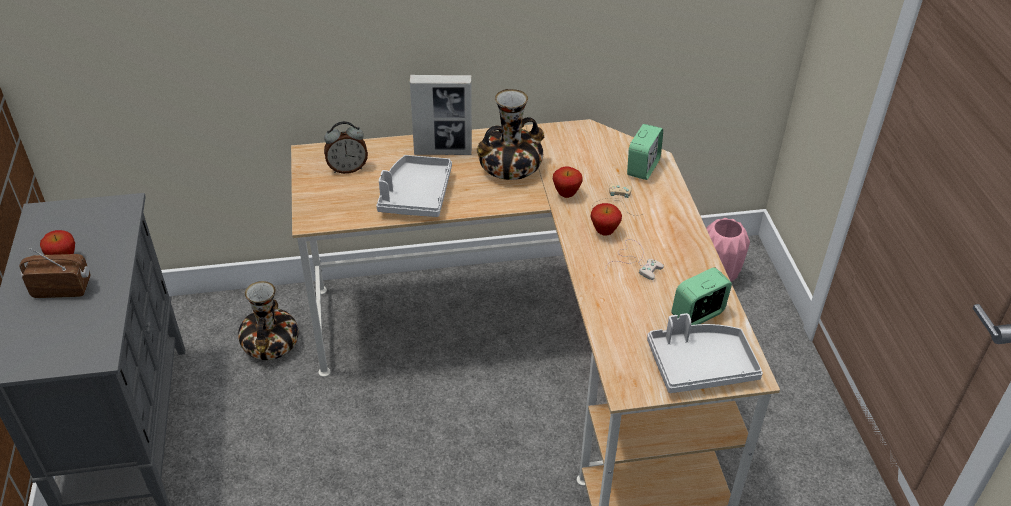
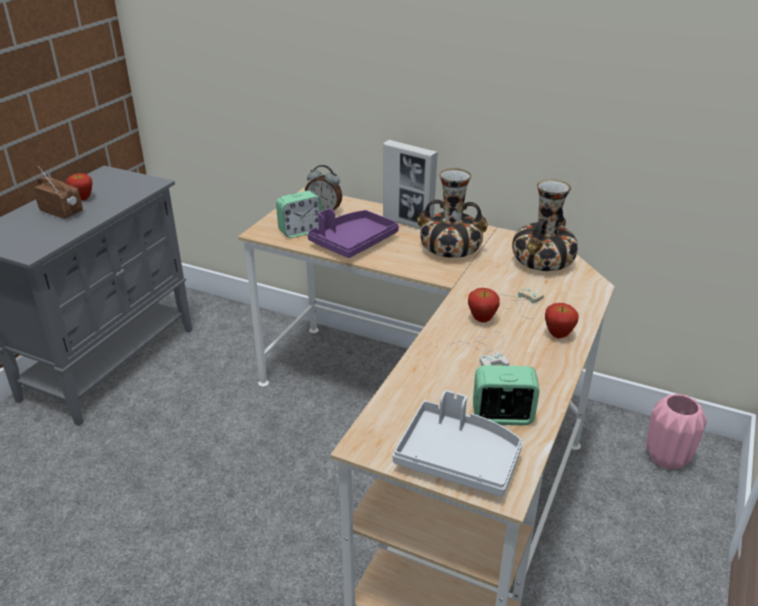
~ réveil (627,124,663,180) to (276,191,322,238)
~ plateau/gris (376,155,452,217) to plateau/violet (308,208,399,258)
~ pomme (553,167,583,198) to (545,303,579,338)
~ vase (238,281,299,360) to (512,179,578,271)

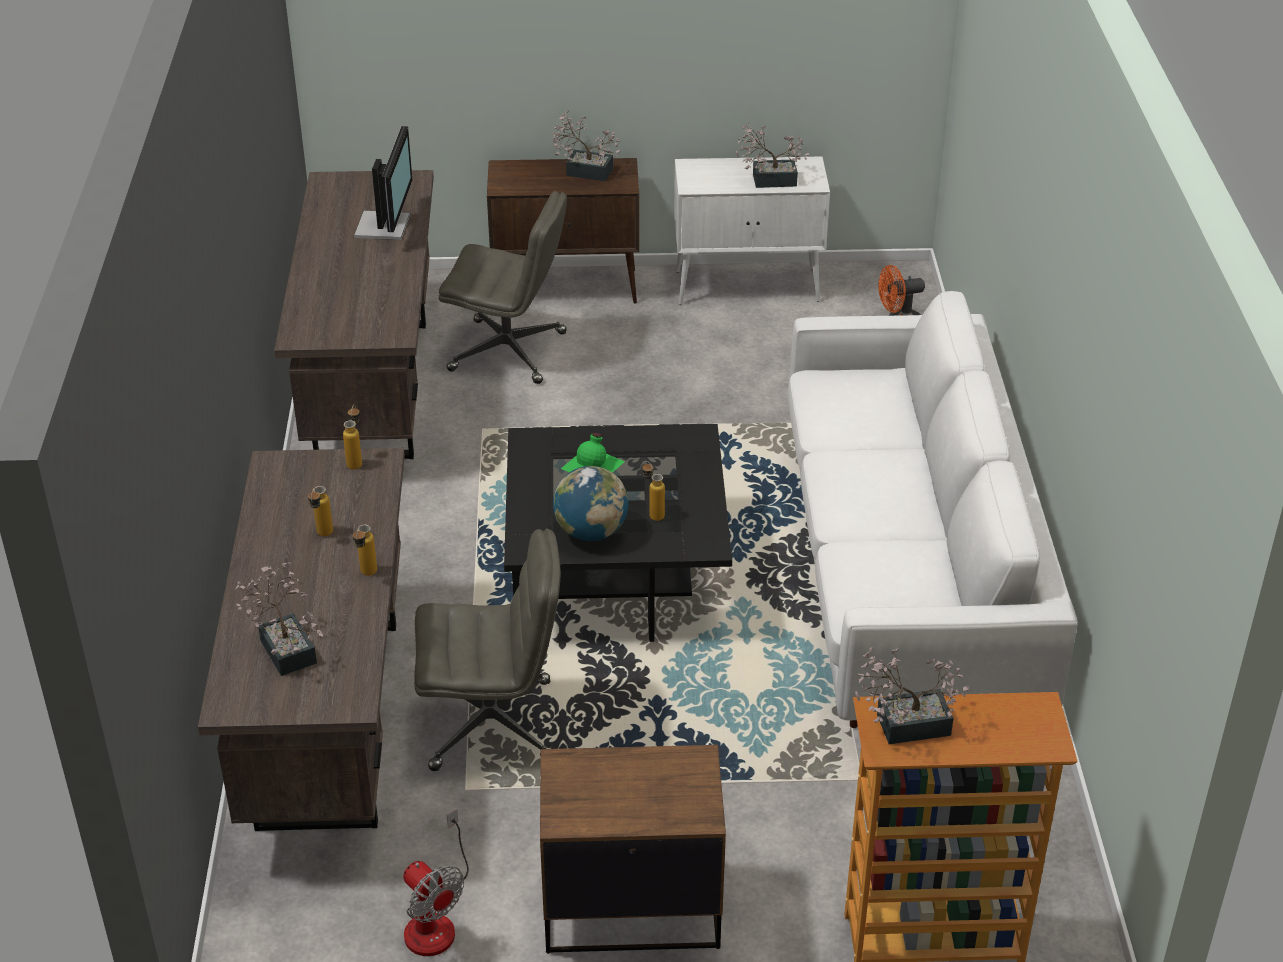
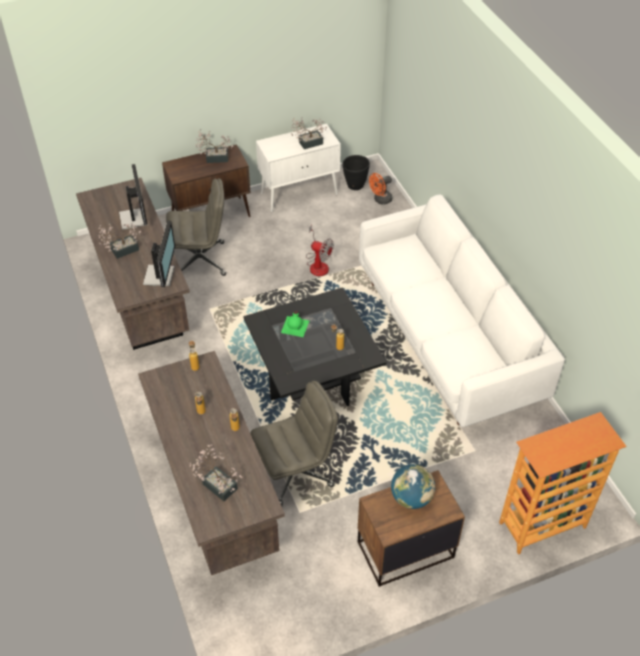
~ globe (553,466,628,541) to (391,464,435,509)
~ plante en pot (855,648,969,744) to (98,223,141,259)
~ ventilateur (403,809,469,956) to (306,225,334,276)
+ cache-pot/noir (342,155,370,190)
+ écran d'ordinateur (143,221,175,287)

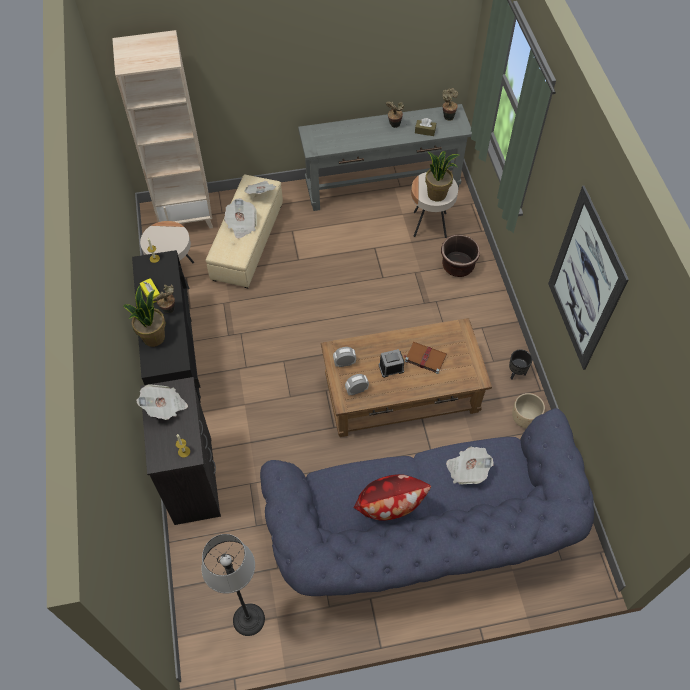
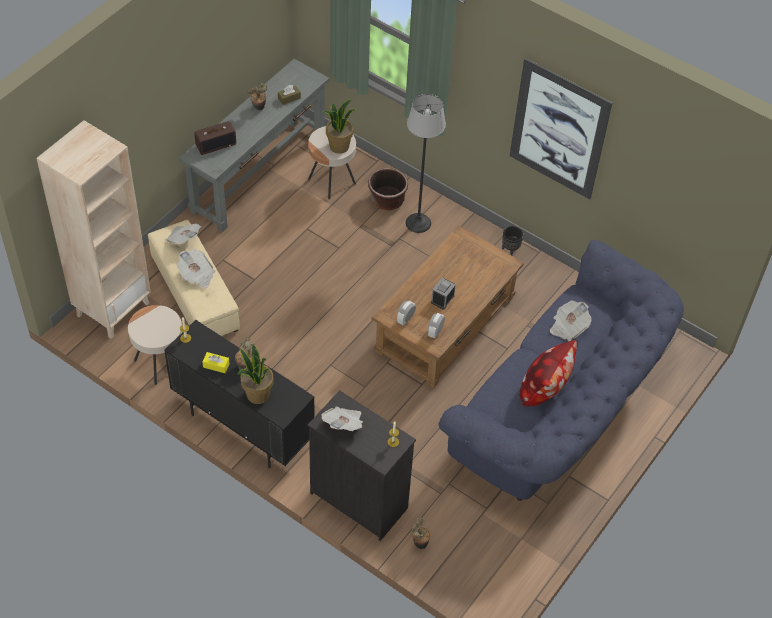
~ plante en pot (442,88,458,121) to (412,517,431,549)
- livre/marron (404,342,447,374)
- cache-pot/beige (512,393,545,428)
~ lampadaire (201,534,265,636) to (405,94,446,233)
+ radio (194,121,236,155)

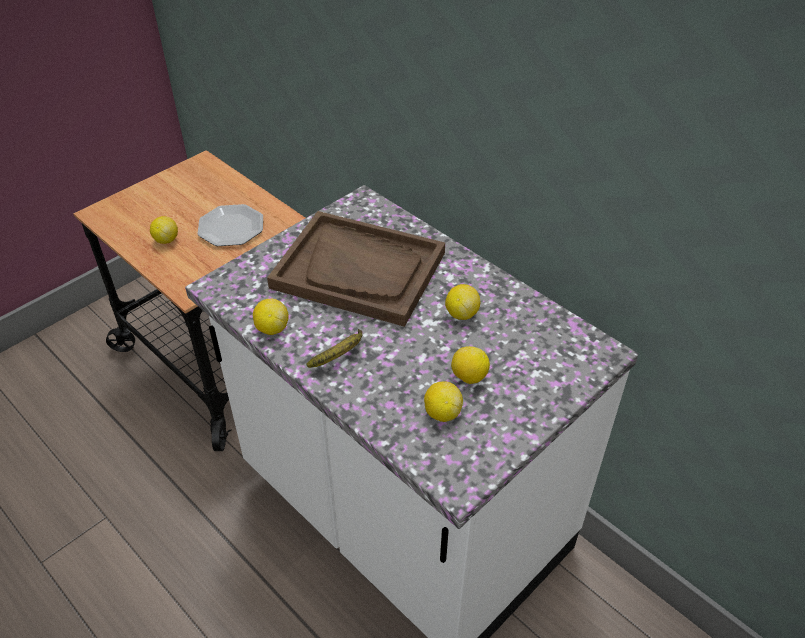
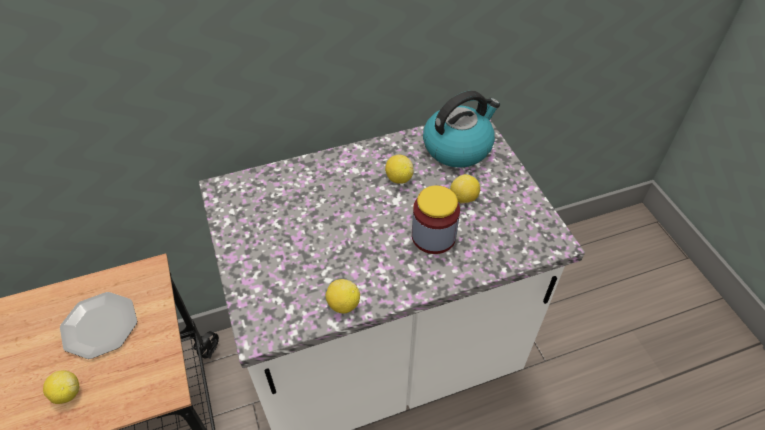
- plateau/marron (267,211,445,327)
- banane (306,329,362,368)
- citron (424,381,463,422)
+ bouilloire (423,91,500,168)
+ bocal (412,185,460,254)

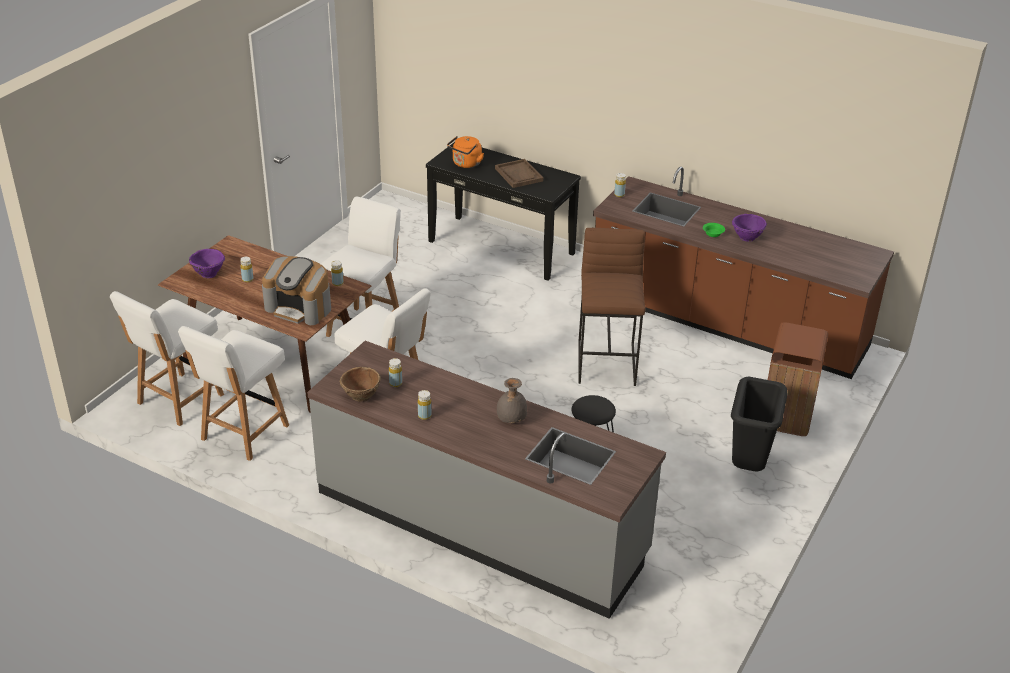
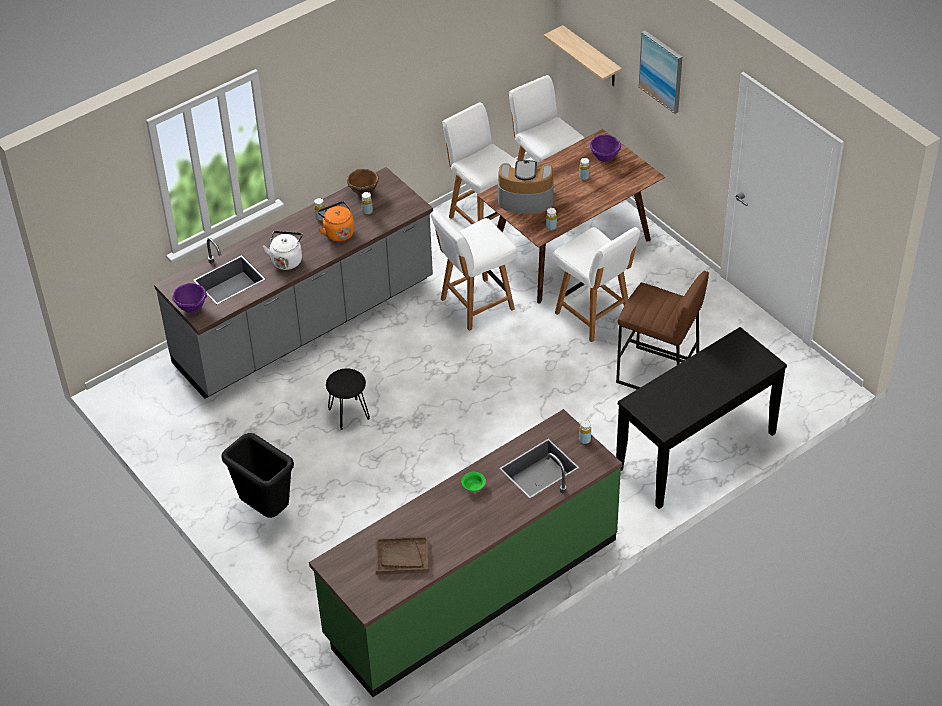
~ bouilloire/orange (447,136,484,168) to (318,201,355,242)
~ plateau/marron (495,159,543,188) to (375,536,429,575)
~ comptoir de cuisine/marron (593,167,894,379) to comptoir de cuisine/vert (309,409,622,697)
~ bol/violet (732,214,767,242) to (172,283,207,313)
~ tabouret/marron (579,228,646,386) to (616,271,709,389)
~ machine à café (262,256,331,325) = (498,160,554,214) 45 degrees clockwise
- poubelle/marron (768,322,828,436)
~ vase/gris (497,378,527,423) to bouilloire/blanc (263,231,303,270)
+ étagère (544,25,622,86)
+ tableau (638,30,682,114)

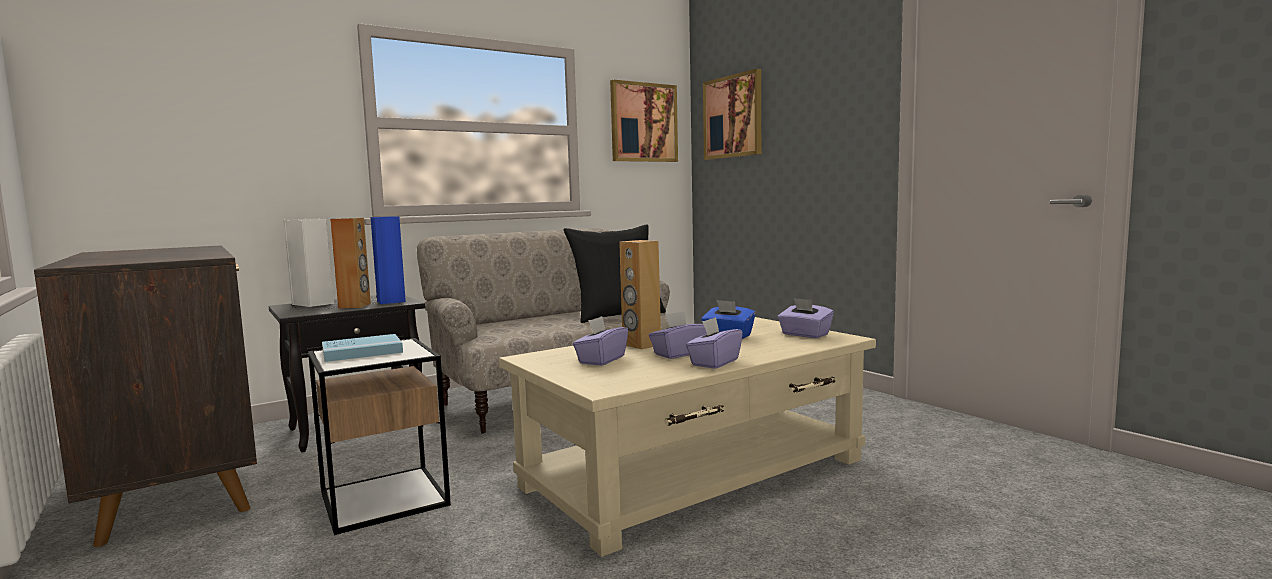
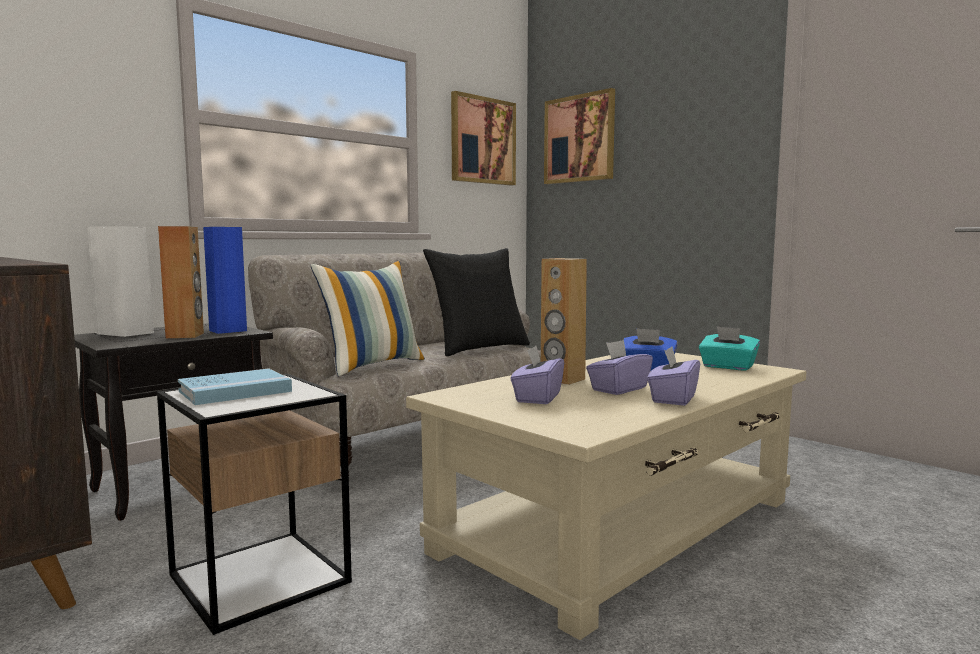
~ boîte à mouchoirs/violet (778,298,834,338) to boîte à mouchoirs/turquoise (699,326,760,370)
+ coussin (310,261,425,376)

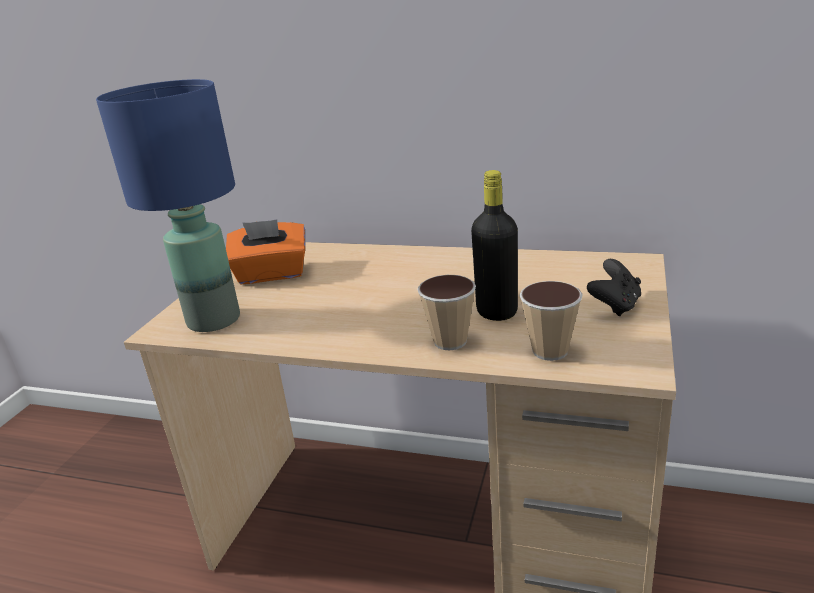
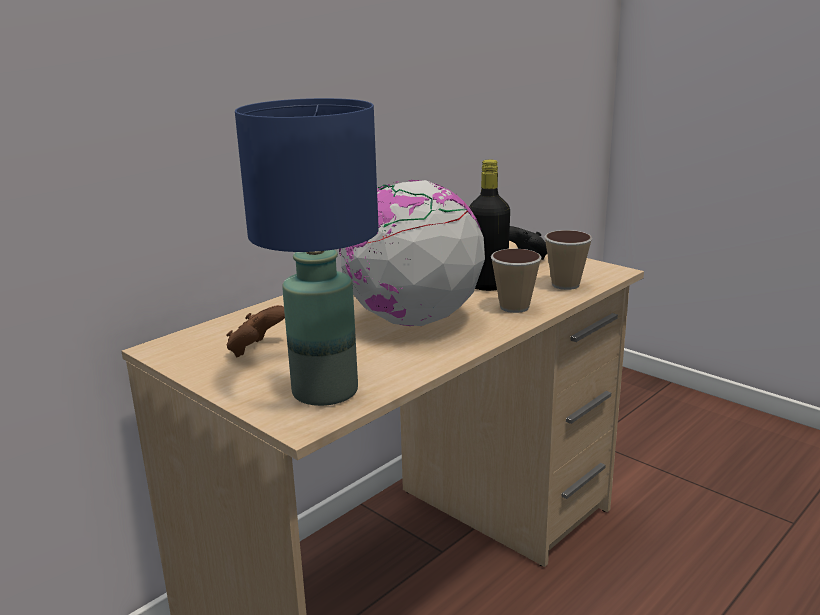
~ boîte à mouchoirs/orange (226,219,305,284) to manette/marron (226,305,285,357)
+ globe (339,180,485,326)

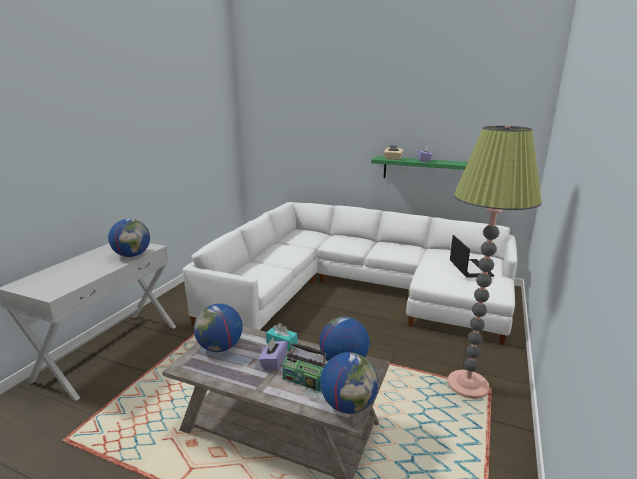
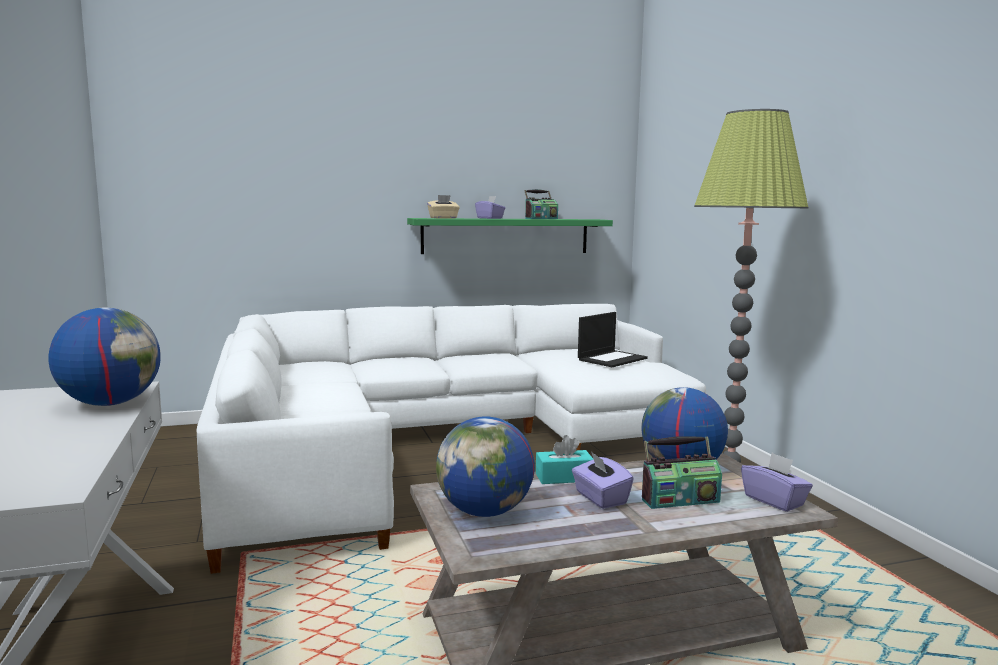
~ ordinateur portable (450,235,494,278) = (578,312,648,367) 90 degrees clockwise
~ globe (320,352,379,414) to boîte à mouchoirs/violet (741,453,813,512)
+ radio (524,189,558,219)

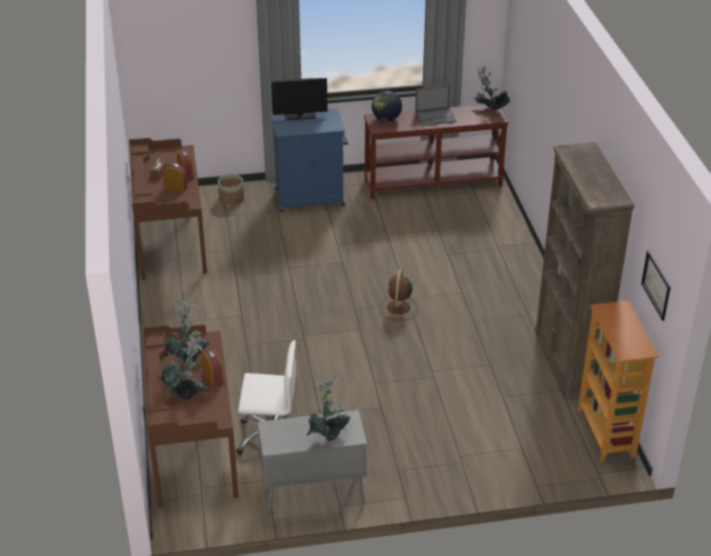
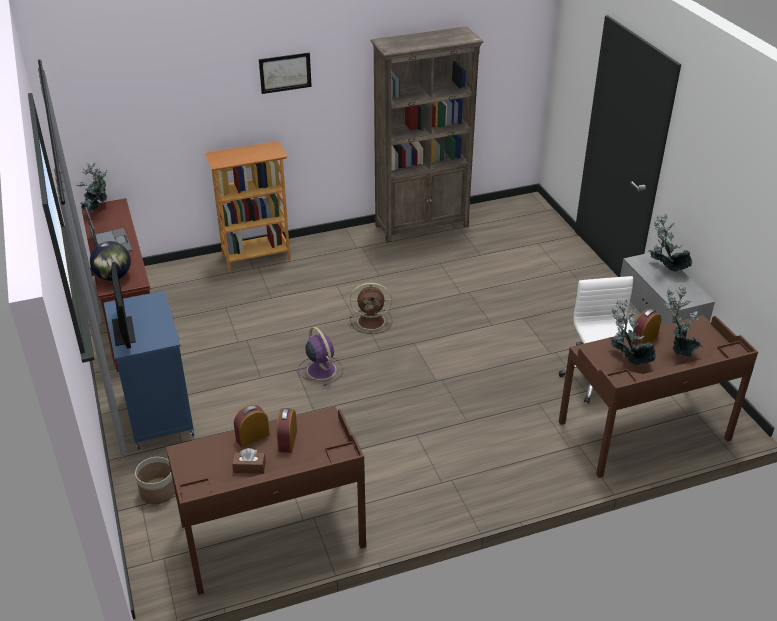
~ tableau (641,250,671,321) to (259,53,312,94)
~ bibliothèque (578,301,659,462) to (205,141,290,271)
+ ventilateur/violet (298,327,343,386)

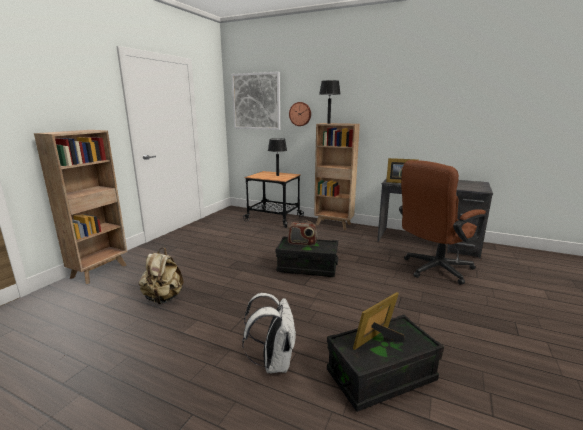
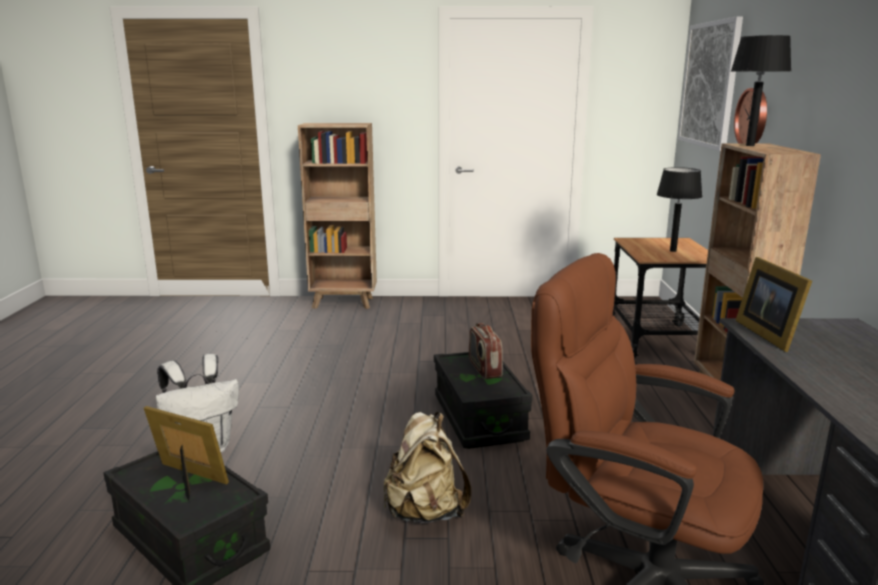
~ sac à dos/beige (139,248,183,304) to (384,412,471,523)

